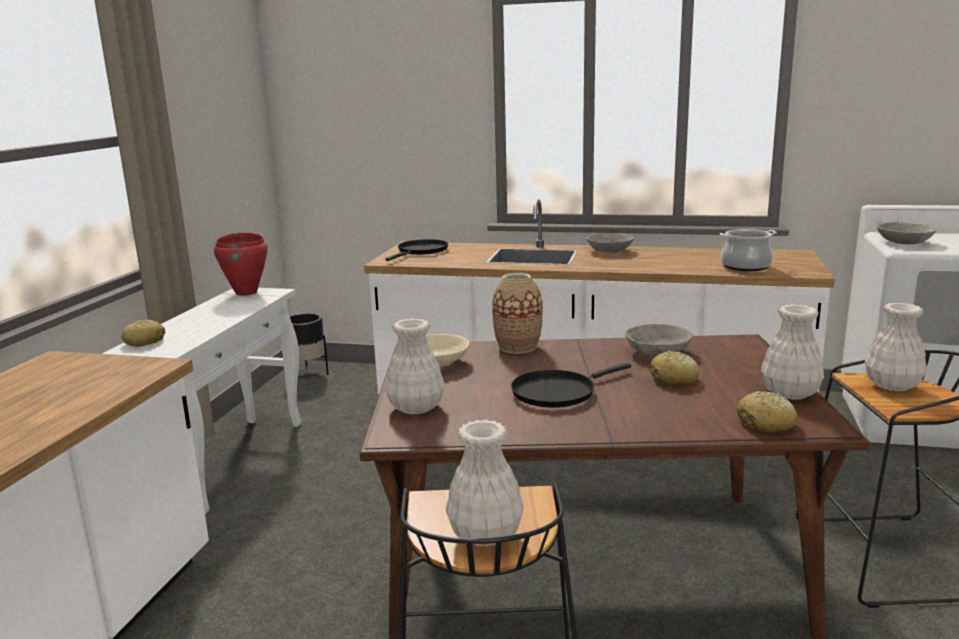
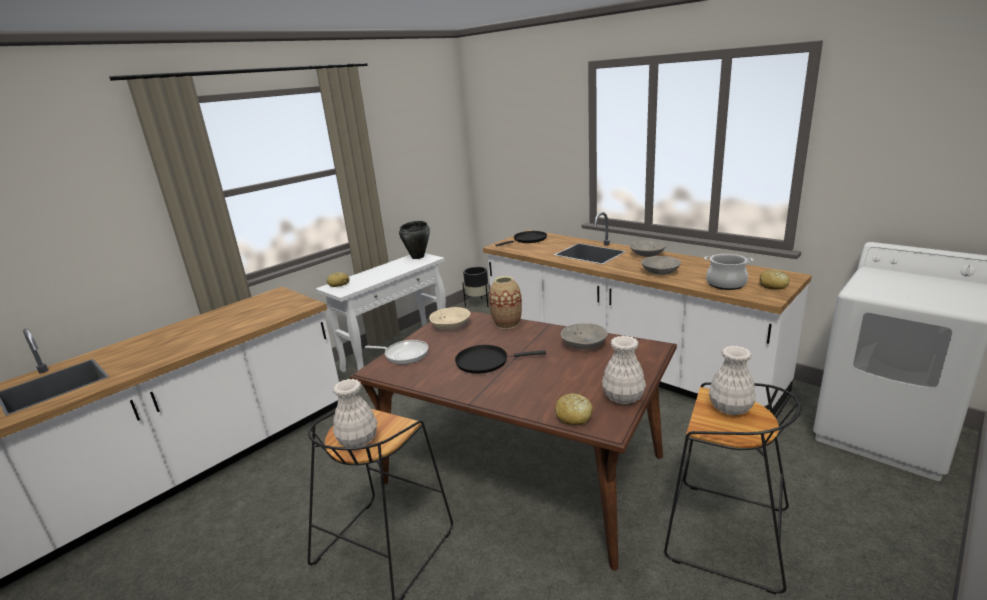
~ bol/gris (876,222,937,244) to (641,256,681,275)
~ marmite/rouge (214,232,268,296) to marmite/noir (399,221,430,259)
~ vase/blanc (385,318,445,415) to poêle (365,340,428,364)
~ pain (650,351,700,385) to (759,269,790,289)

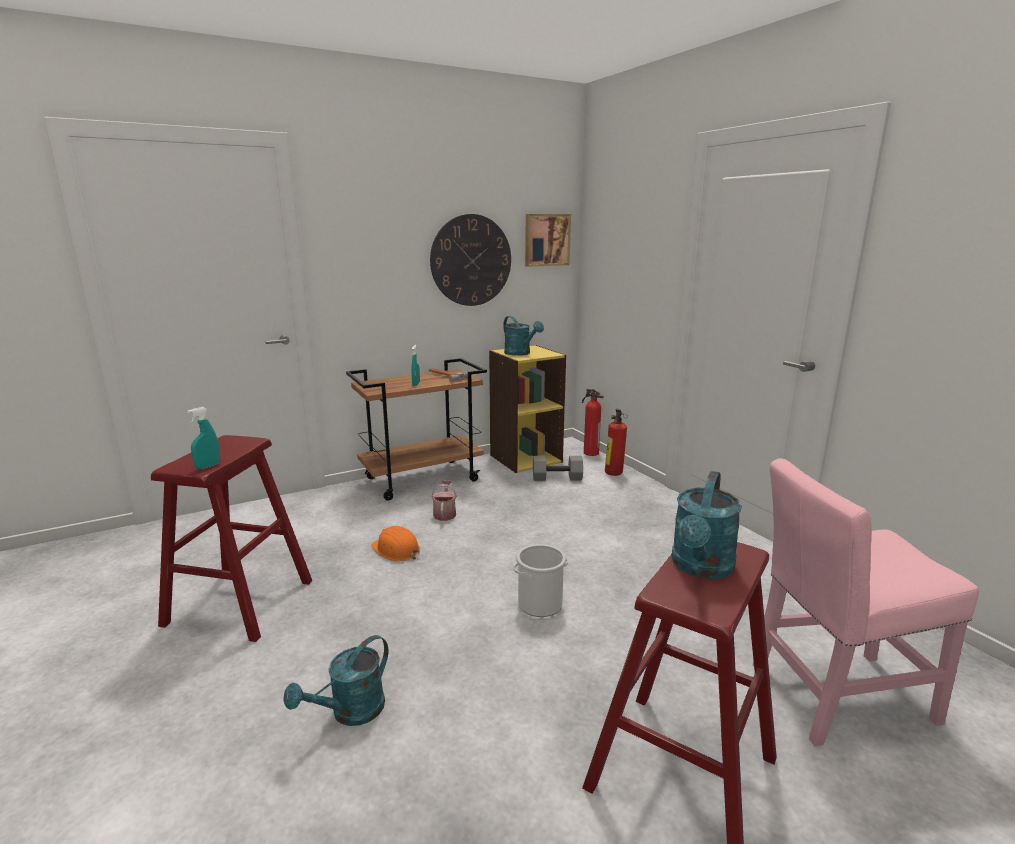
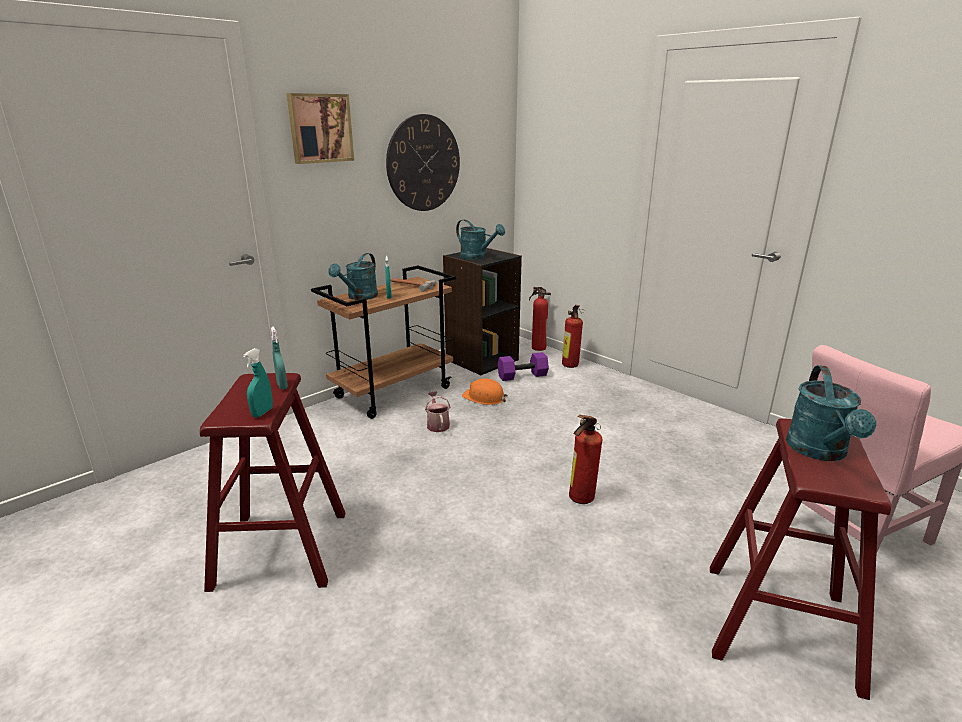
~ tableau (525,214,571,267) to (287,93,354,164)
~ bibliothèque/jaune (489,345,566,473) to bibliothèque/noir (443,248,522,375)
~ haltère/gris (533,456,583,481) to haltère/violet (497,352,549,381)
~ casque de chantier/orange (371,526,420,561) to (462,378,508,405)
~ seau (514,544,568,617) to extincteur (569,415,602,504)
~ arrosoir/turquoise (283,635,388,726) to (328,253,378,300)
+ vaporisateur/turquoise (271,326,288,390)

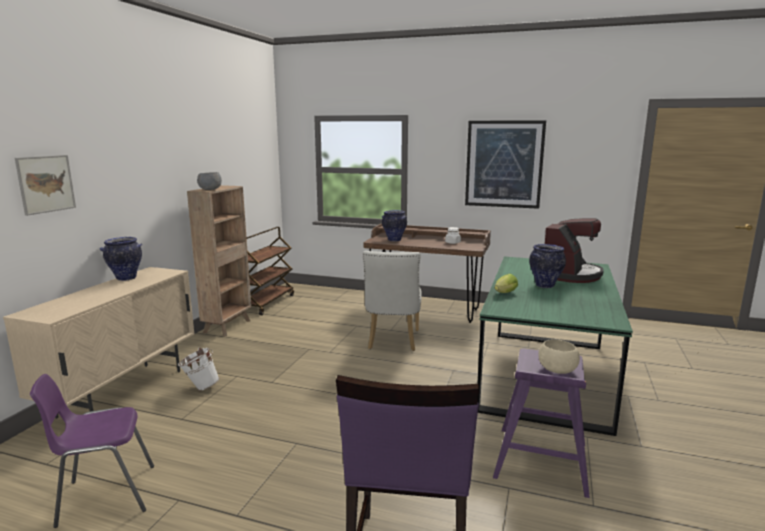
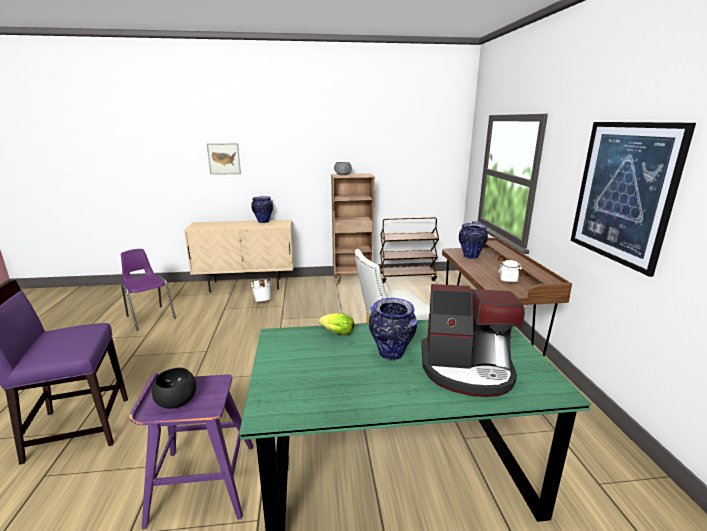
~ bol/beige (538,339,580,374) to bol/noir (152,368,196,409)

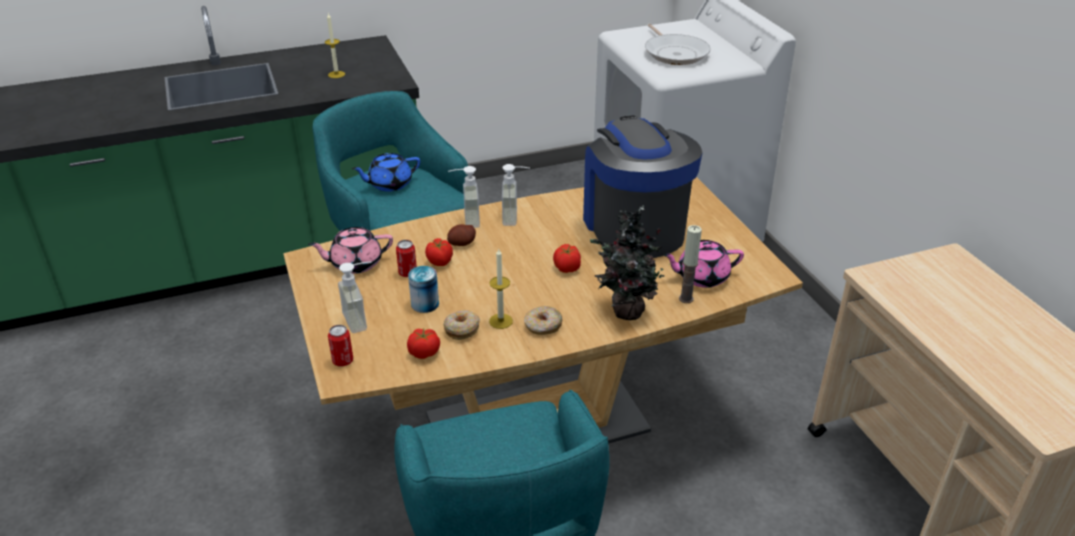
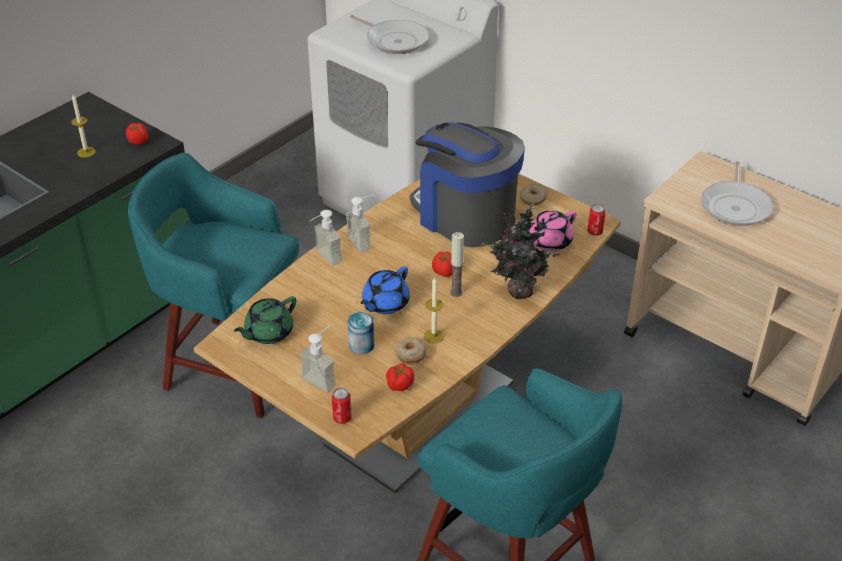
~ théière/bleu (352,153,420,192) to (361,266,410,314)
- pomme de terre (447,224,476,246)
~ bougie (679,225,702,303) to (450,232,464,297)
~ théière/rose (308,227,393,274) to théière/vert (234,296,296,344)
~ tomate (425,238,453,266) to (126,123,148,145)
~ boîte métallique (396,240,417,277) to (587,204,606,236)
~ beignet (524,306,563,335) to (520,184,548,206)
+ poêle (701,161,773,226)

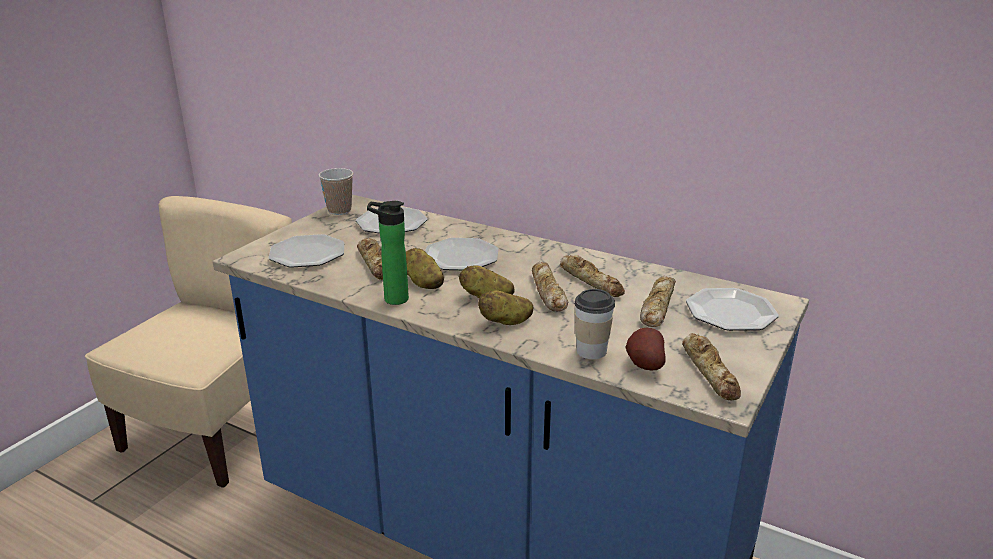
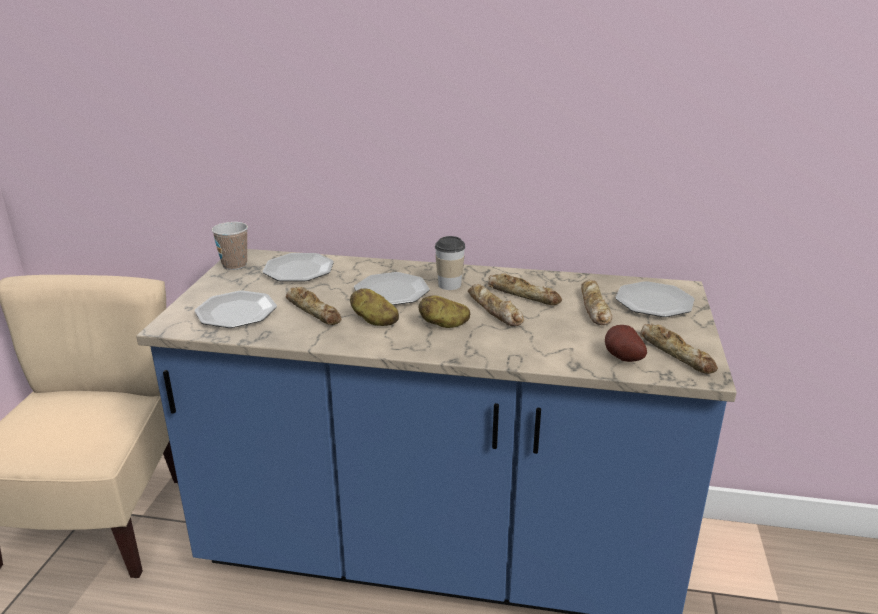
- bouteille (367,201,409,305)
~ tasse (574,289,615,359) to (435,236,465,290)
- pomme de terre (478,290,534,325)

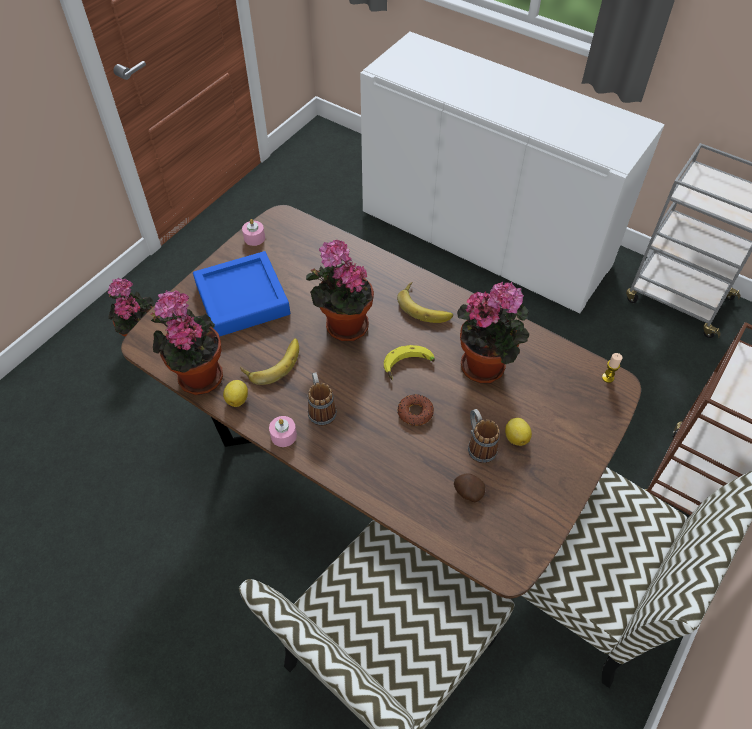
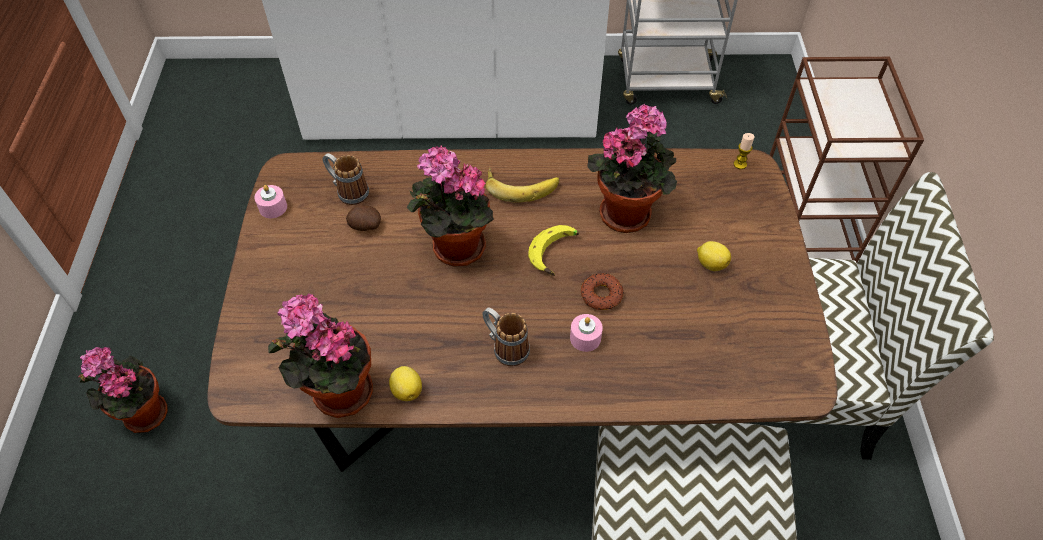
- plateau/bleu (193,251,290,337)
- banane (240,338,299,385)
~ mug (468,409,500,463) to (323,153,369,205)
~ bougie/rose (269,416,297,447) to (570,314,603,352)
~ pomme de terre (454,473,485,503) to (346,205,381,231)

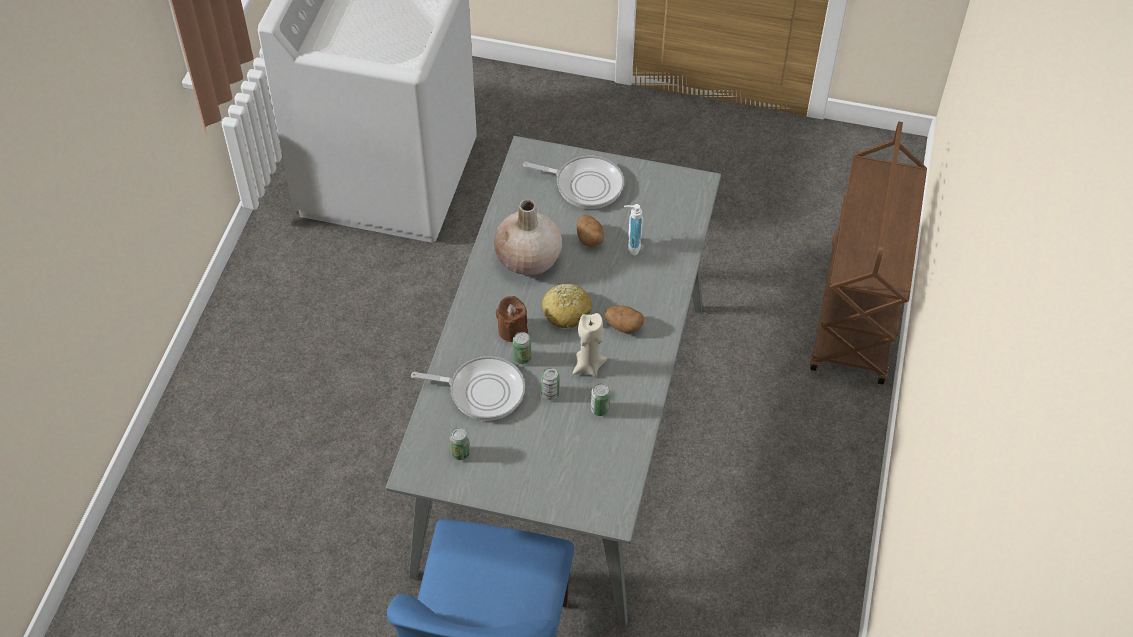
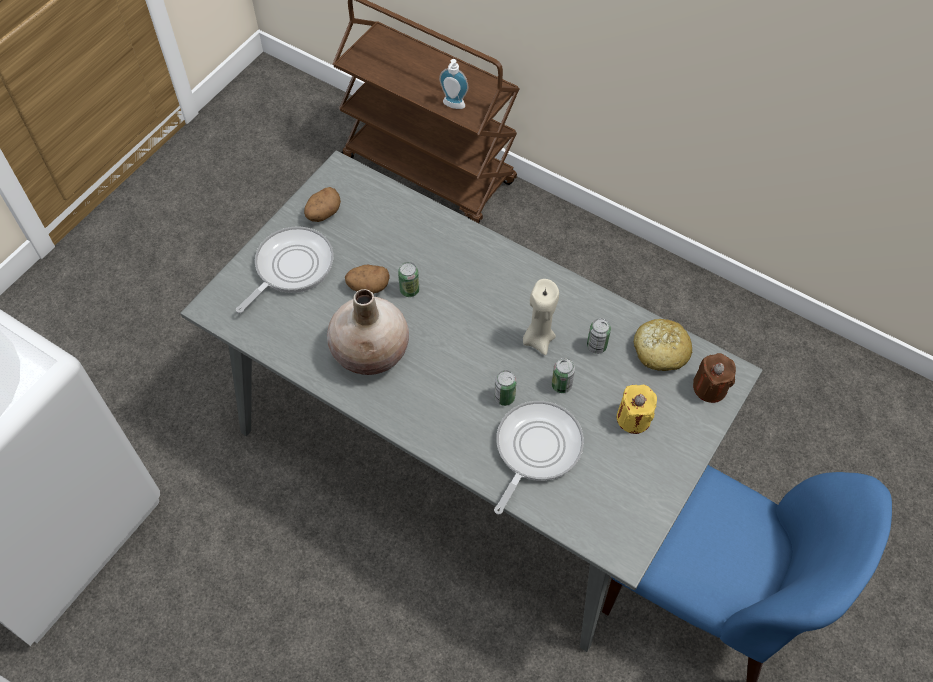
~ distributeur de savon (624,204,643,256) to (439,59,468,109)
~ pain (542,284,592,328) to (634,319,692,371)
~ bougie/marron (496,296,528,342) to (693,353,736,403)
~ pomme de terre (605,306,644,333) to (304,187,341,222)
~ boîte métallique (450,427,470,460) to (398,262,419,297)
+ bougie/jaune (617,385,657,434)

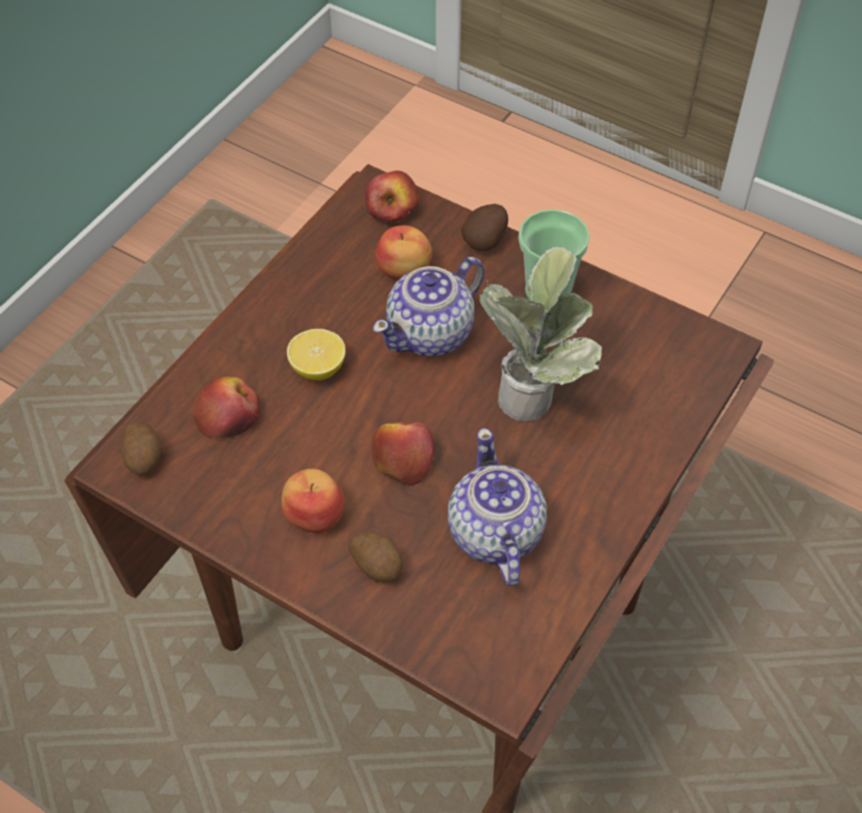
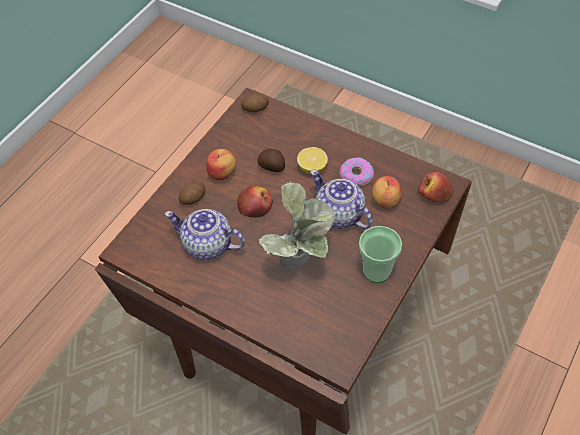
~ pomme de terre (461,204,508,251) to (257,148,285,172)
- pomme (192,376,260,438)
~ théière (448,428,547,586) = (164,209,245,260) 150 degrees counterclockwise
+ beignet (340,157,374,186)

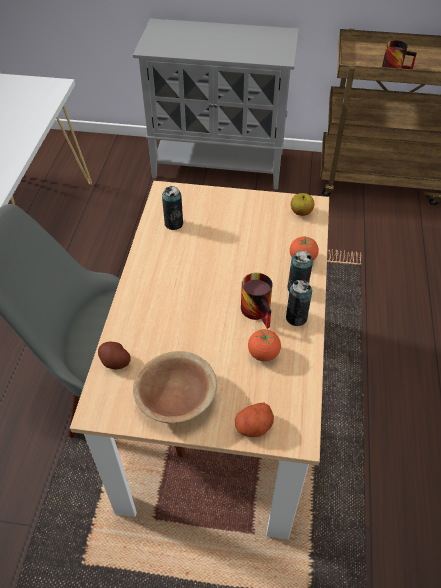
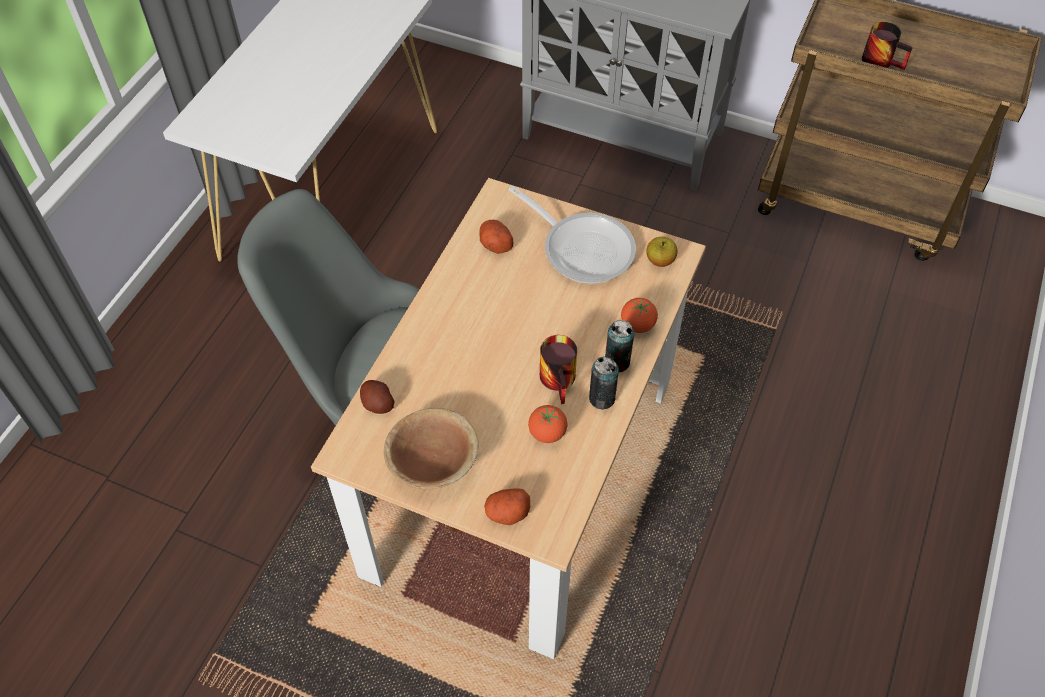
~ boîte métallique (162,186,183,230) to pomme de terre (479,220,513,254)
+ poêle (509,186,636,284)

